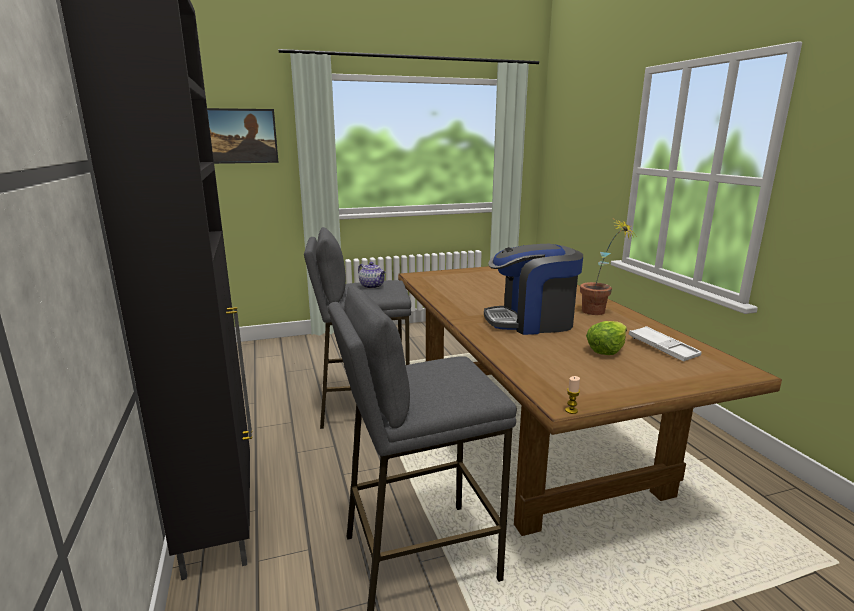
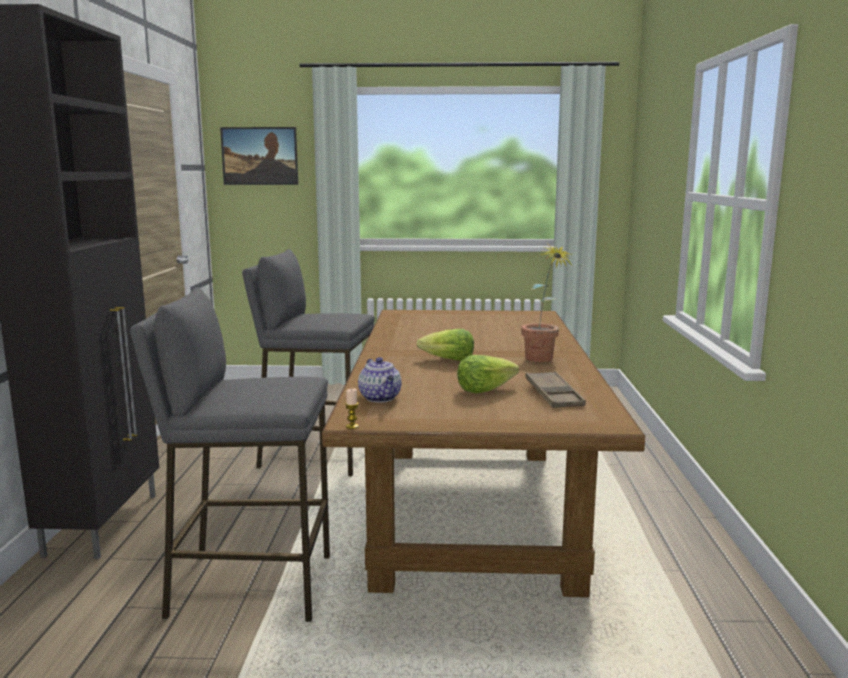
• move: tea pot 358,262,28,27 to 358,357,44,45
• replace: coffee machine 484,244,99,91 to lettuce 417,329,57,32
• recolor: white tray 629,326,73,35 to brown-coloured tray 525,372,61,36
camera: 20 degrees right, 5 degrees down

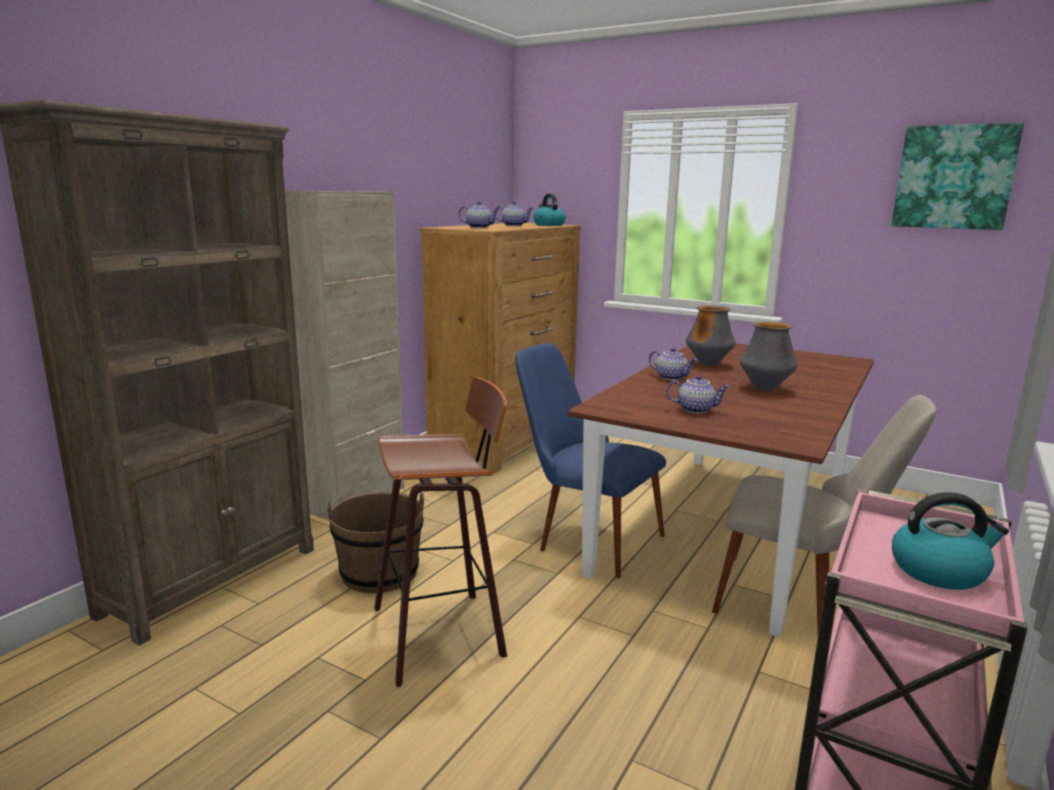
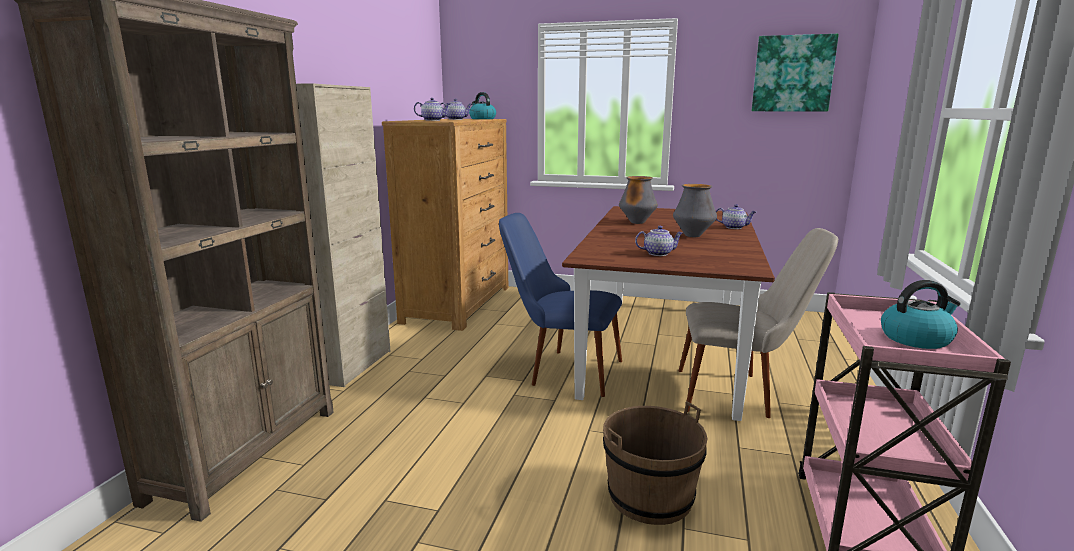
• move: brown-coloured pail 327,492,97,102 to 603,401,105,124
• move: tea pot 649,348,48,32 to 716,204,40,25
• delete: stool seat 375,377,132,310
camera: 15 degrees left, 0 degrees up

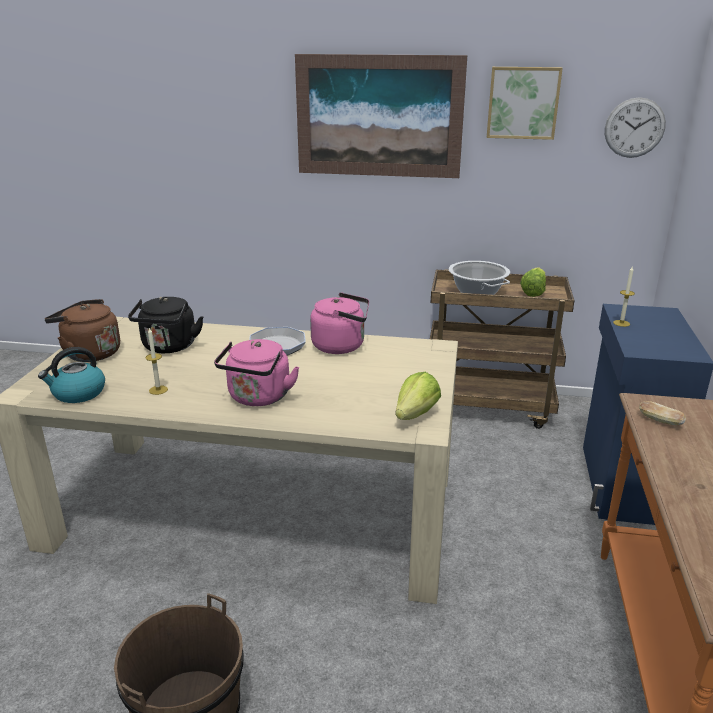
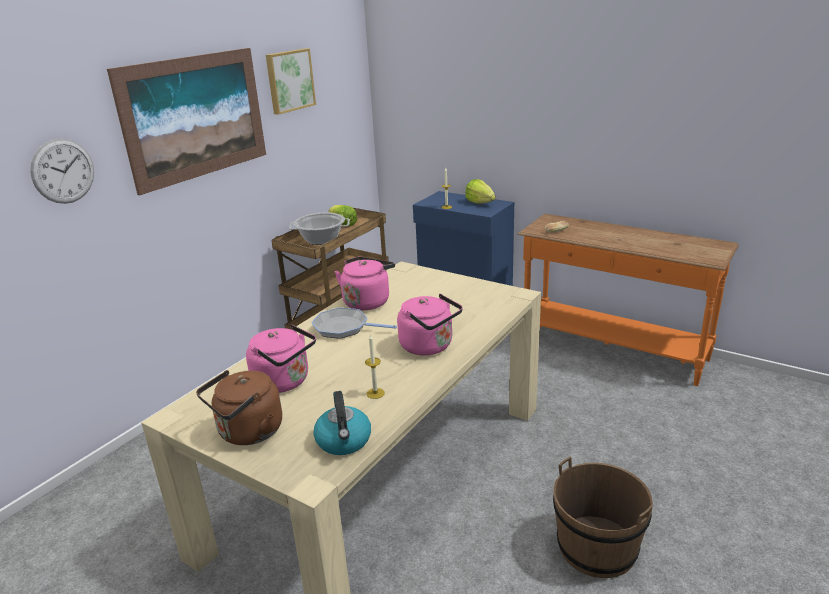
• move: clock on the wall 605,97,61,61 to 30,139,64,65
• recolor: black-coloured water kettle 128,297,75,56 to pinkish water kettle 246,324,70,69
• move: lettuce 395,372,46,48 to 465,179,30,25
camera: 65 degrees left, 0 degrees up

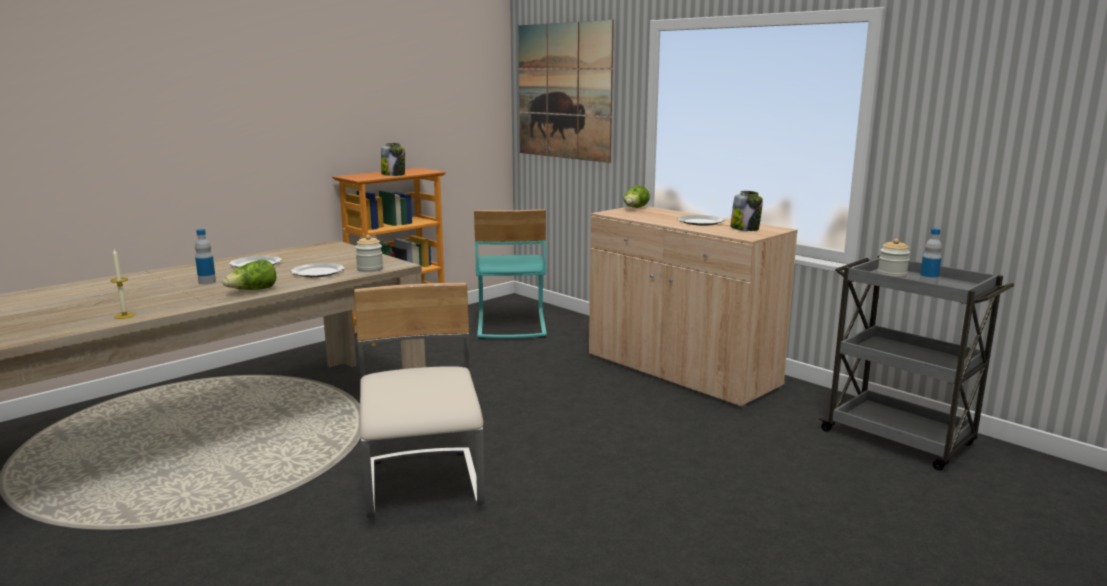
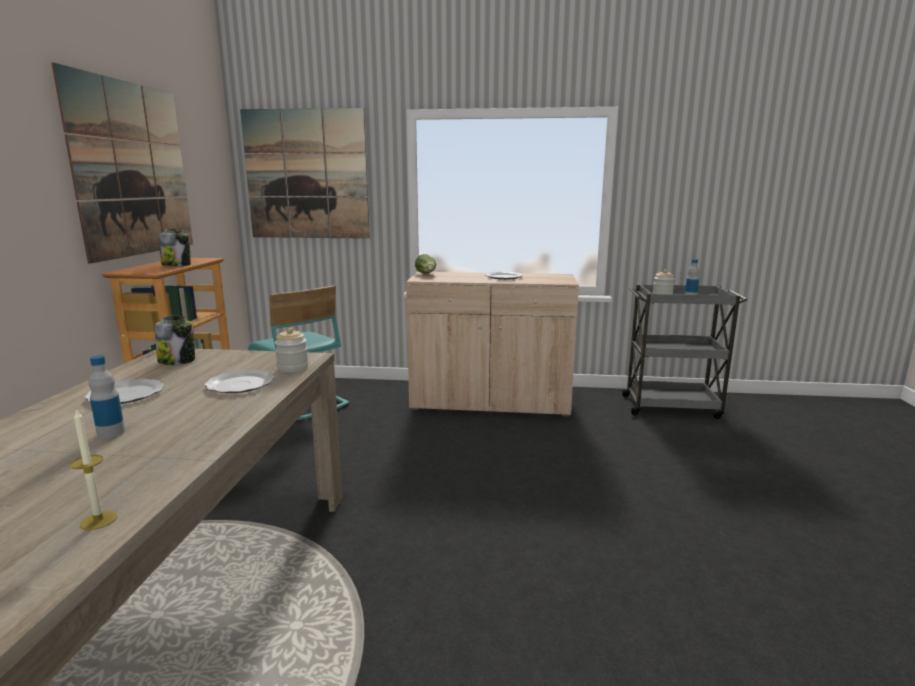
• insert: wall picture 51,62,142,202
• move: jar 730,191,33,40 to 155,316,40,49
• delete: lettuce 223,259,53,31
• delete: sand-coloured chair 354,283,131,236
camera: 40 degrees left, 0 degrees up

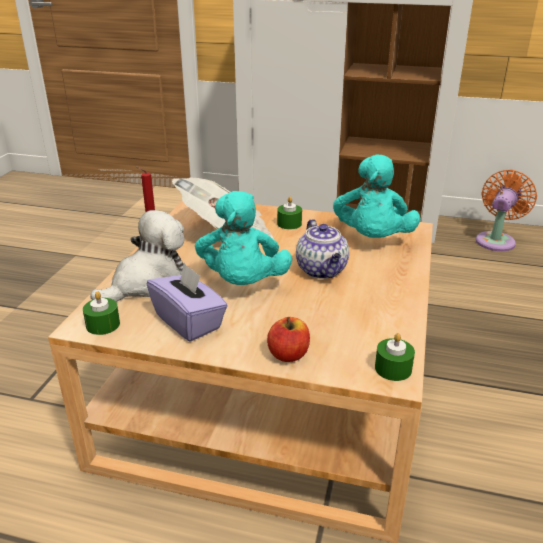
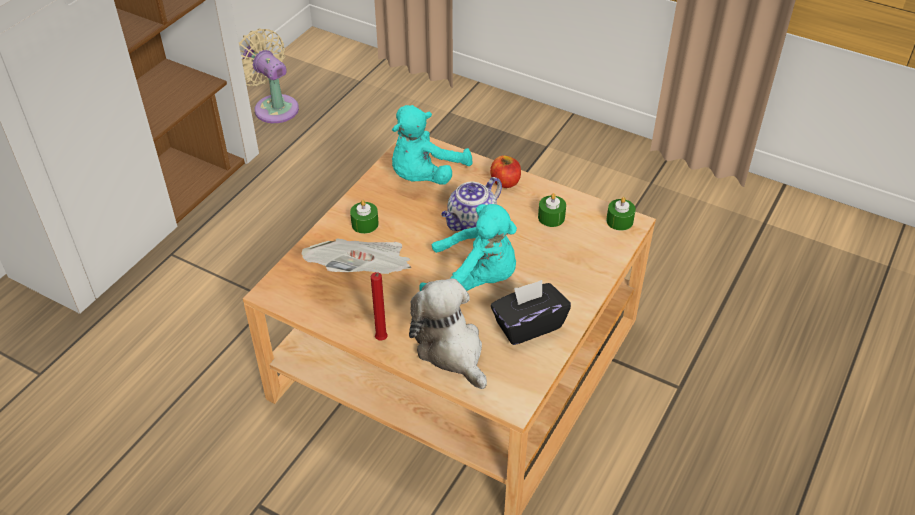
• recolor: orangey cooling fan 476,169,61,82 to sand-coloured cooling fan 239,29,60,94
• rotate: blue-green cuddly toy 333,155,87,83 = 392,105,80,80 105 degrees clockwise
• rotate: tea pot 296,219,53,60 = 441,177,61,54 135 degrees clockwise
• move: apple 267,317,43,45 to 490,155,31,33
• recolor: purple-coloured tissue box 147,263,81,79 to black-coloured tissue box 491,280,80,65
• move: green wax light 83,291,37,44 to 538,193,28,34
camera: 75 degrees left, 15 degrees up

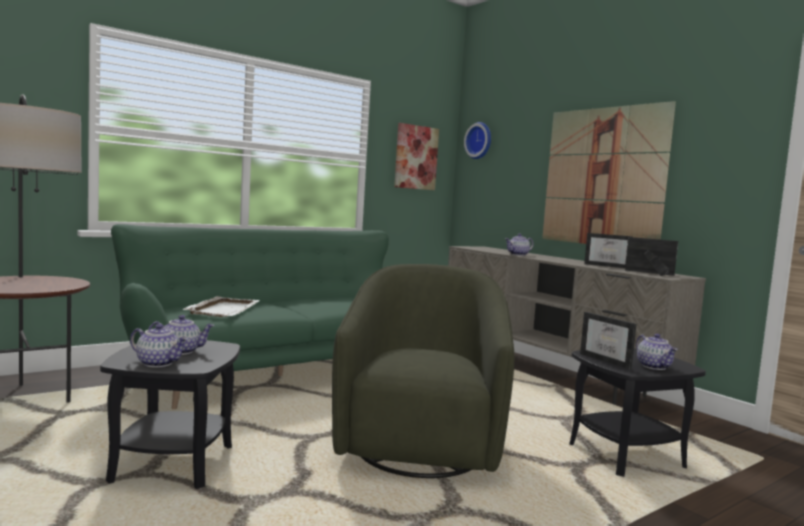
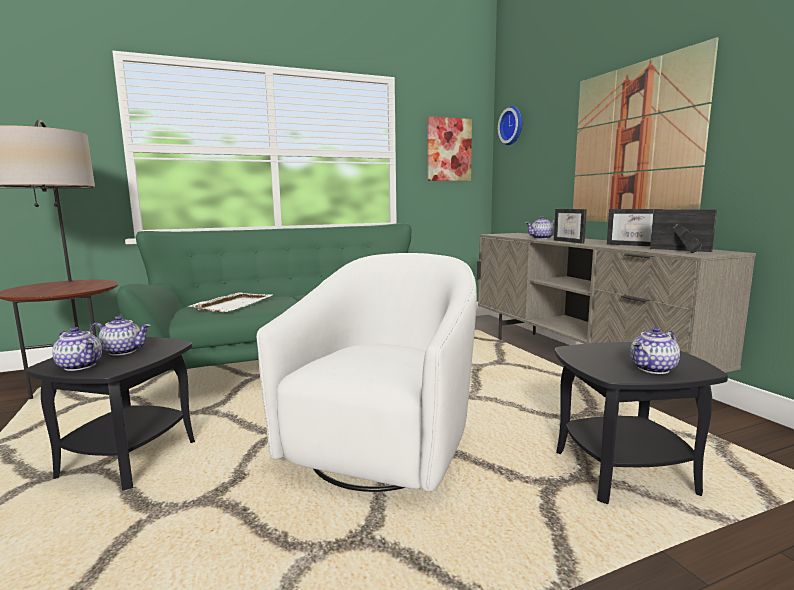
• recolor: green armchair 332,264,182,214 to white armchair 257,253,220,239
• move: standing frame 580,312,56,57 to 554,209,33,35
• rotate: tea pot 636,334,42,36 = 630,327,50,47 60 degrees clockwise
camera: 15 degrees right, 5 degrees up

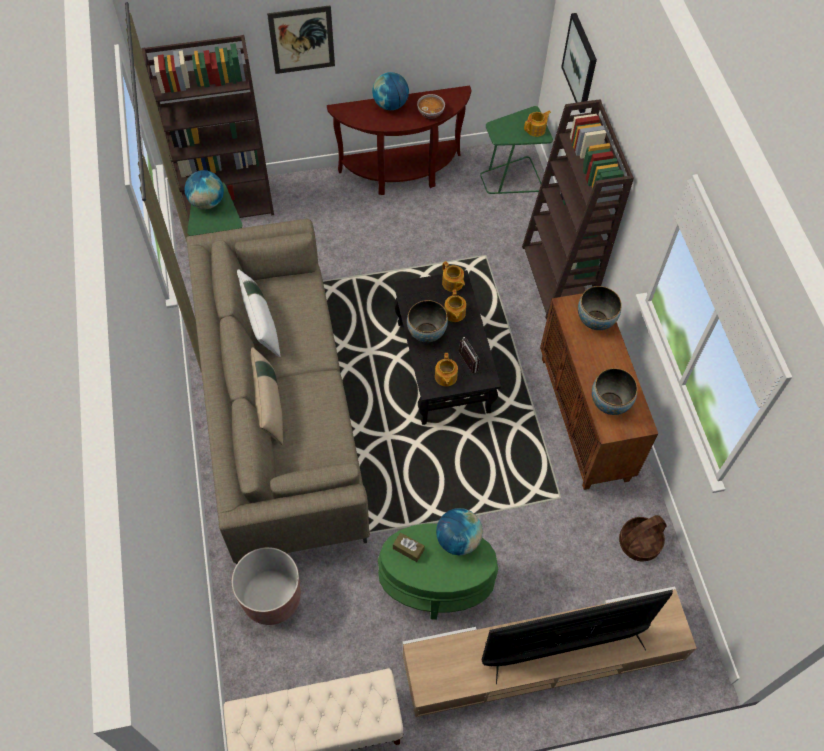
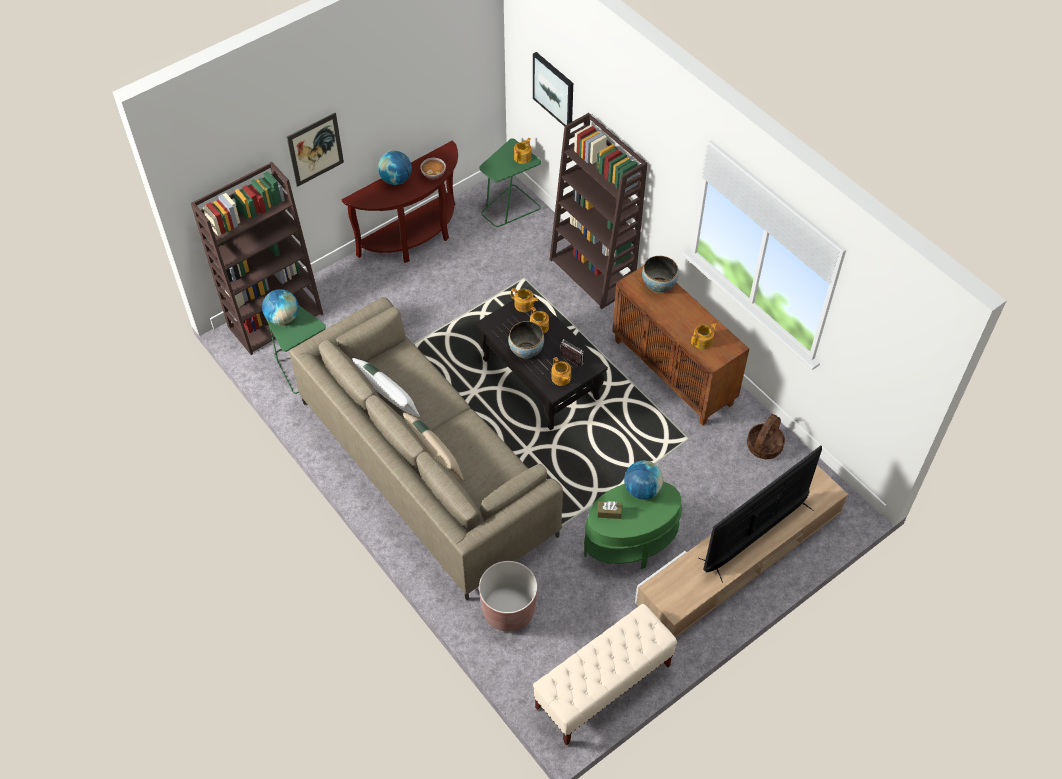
• replace: serving bowl 592,368,45,47 to tea pot 691,323,26,27
camera: 25 degrees left, 5 degrees down

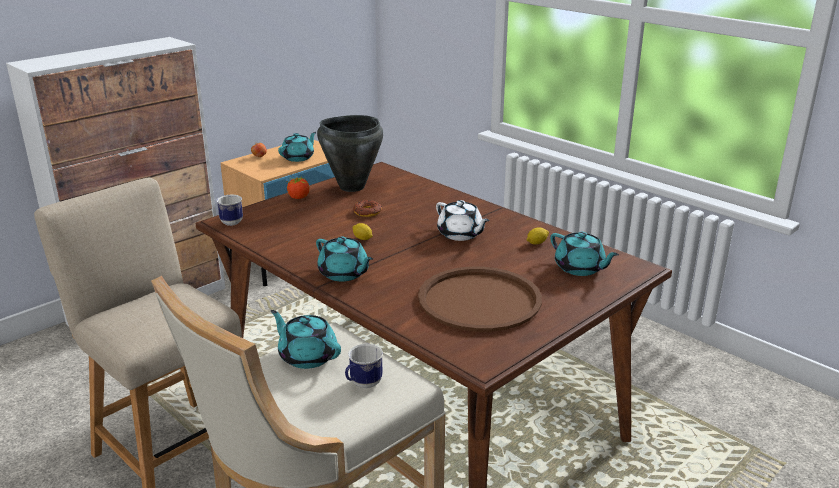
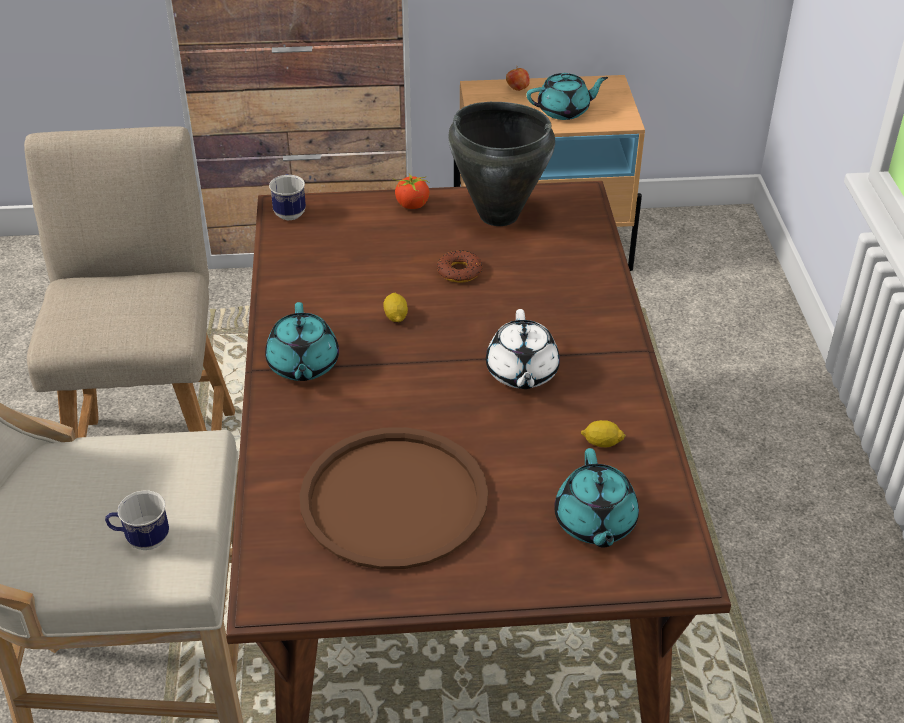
• delete: blue-green tea pot 271,310,70,59
camera: 40 degrees right, 15 degrees up

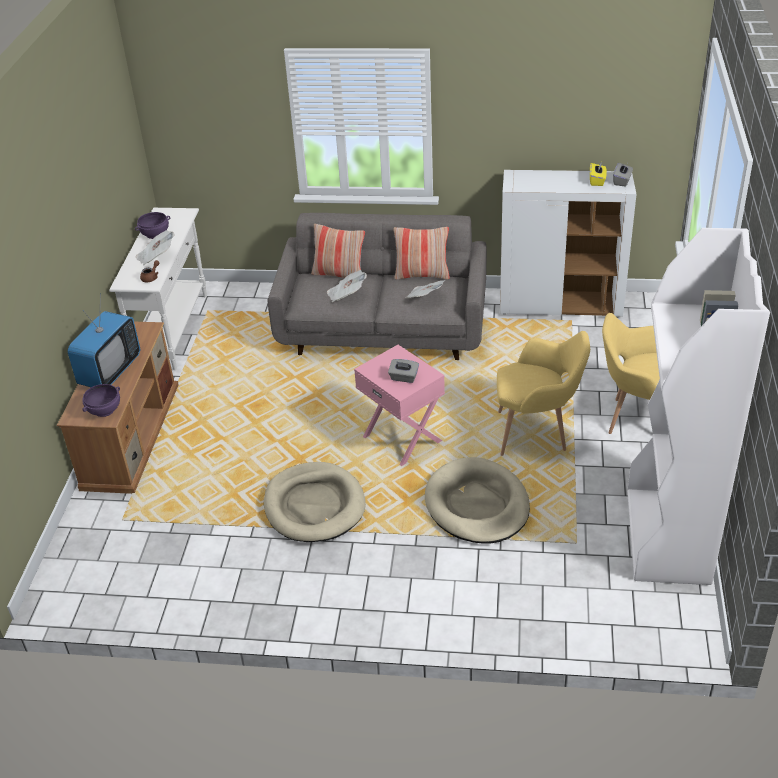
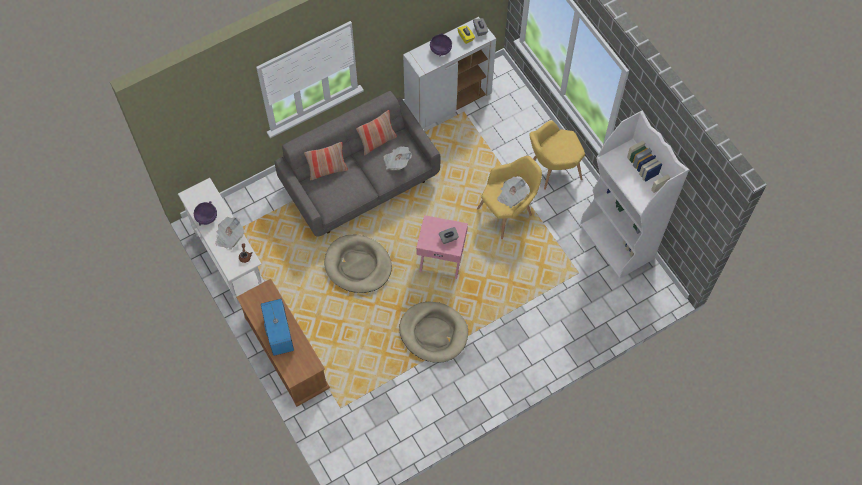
• move: sand-coloured pet bed 425,457,105,86 to 324,235,68,58
• move: purple-coloured serving bowl 82,384,38,33 to 430,33,22,23
• move: newspaper 327,270,40,32 to 497,177,31,31
camera: 40 degrees left, 25 degrees up

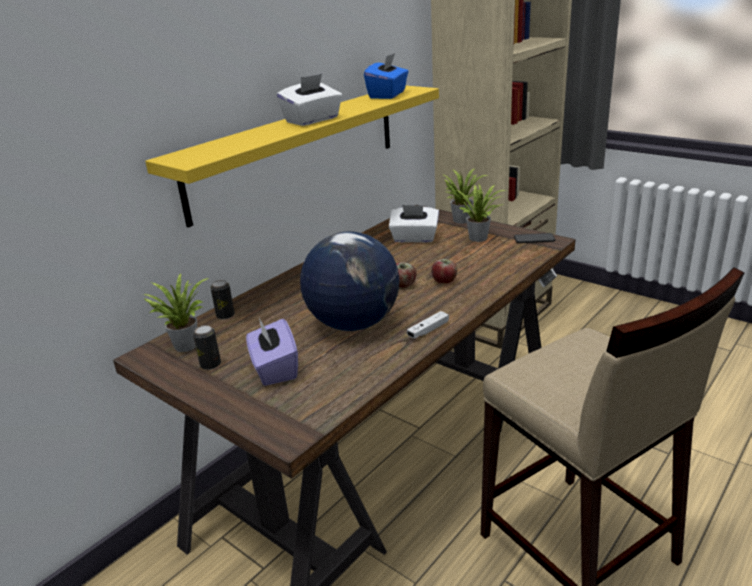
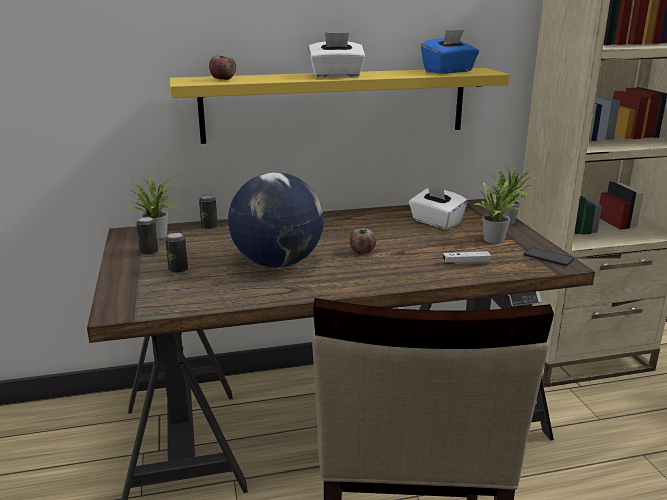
• replace: purple-coloured tissue box 246,318,52,68 to sealed can 165,232,23,42
• move: apple 432,259,25,24 to 209,56,27,24
• move: white gamepad 407,311,42,28 to 443,251,48,13
camera: 35 degrees right, 5 degrees down

